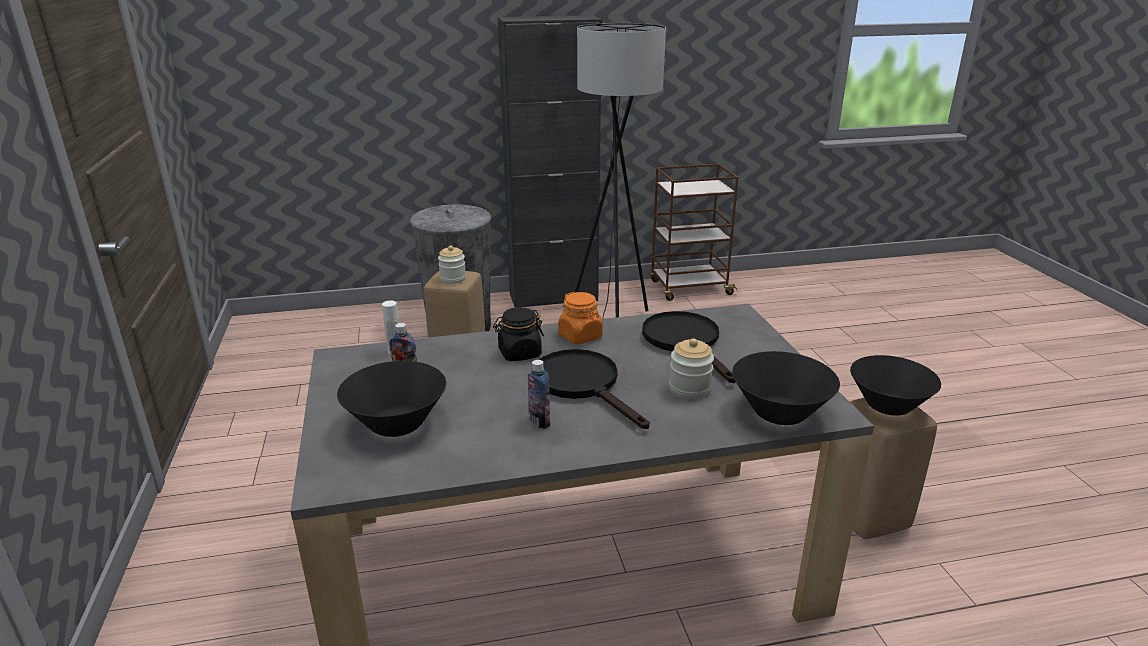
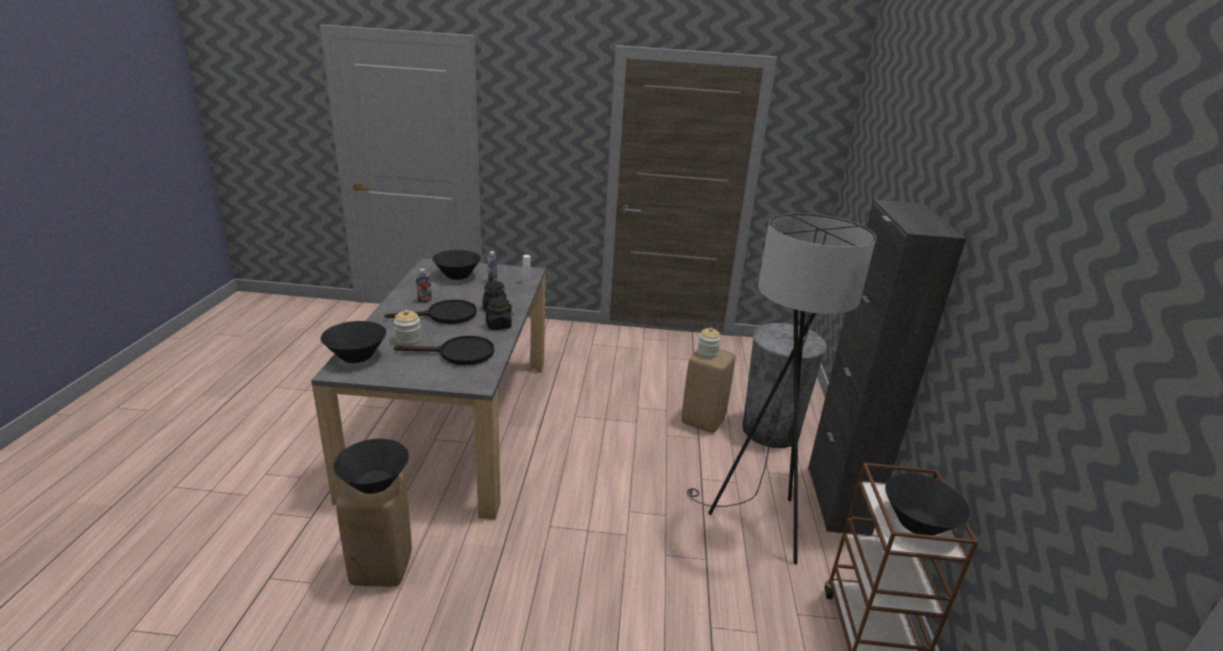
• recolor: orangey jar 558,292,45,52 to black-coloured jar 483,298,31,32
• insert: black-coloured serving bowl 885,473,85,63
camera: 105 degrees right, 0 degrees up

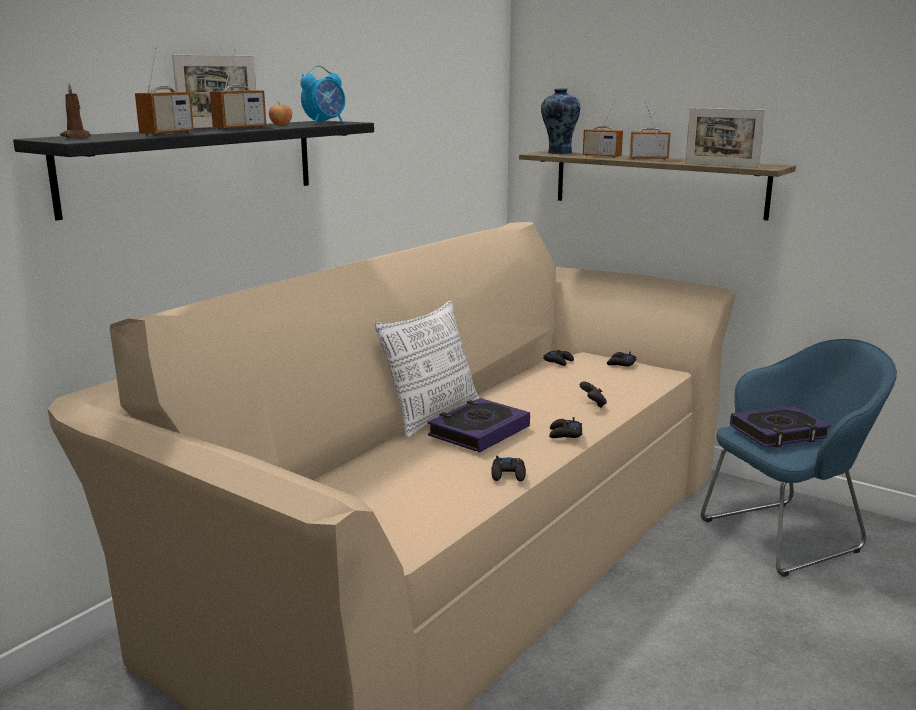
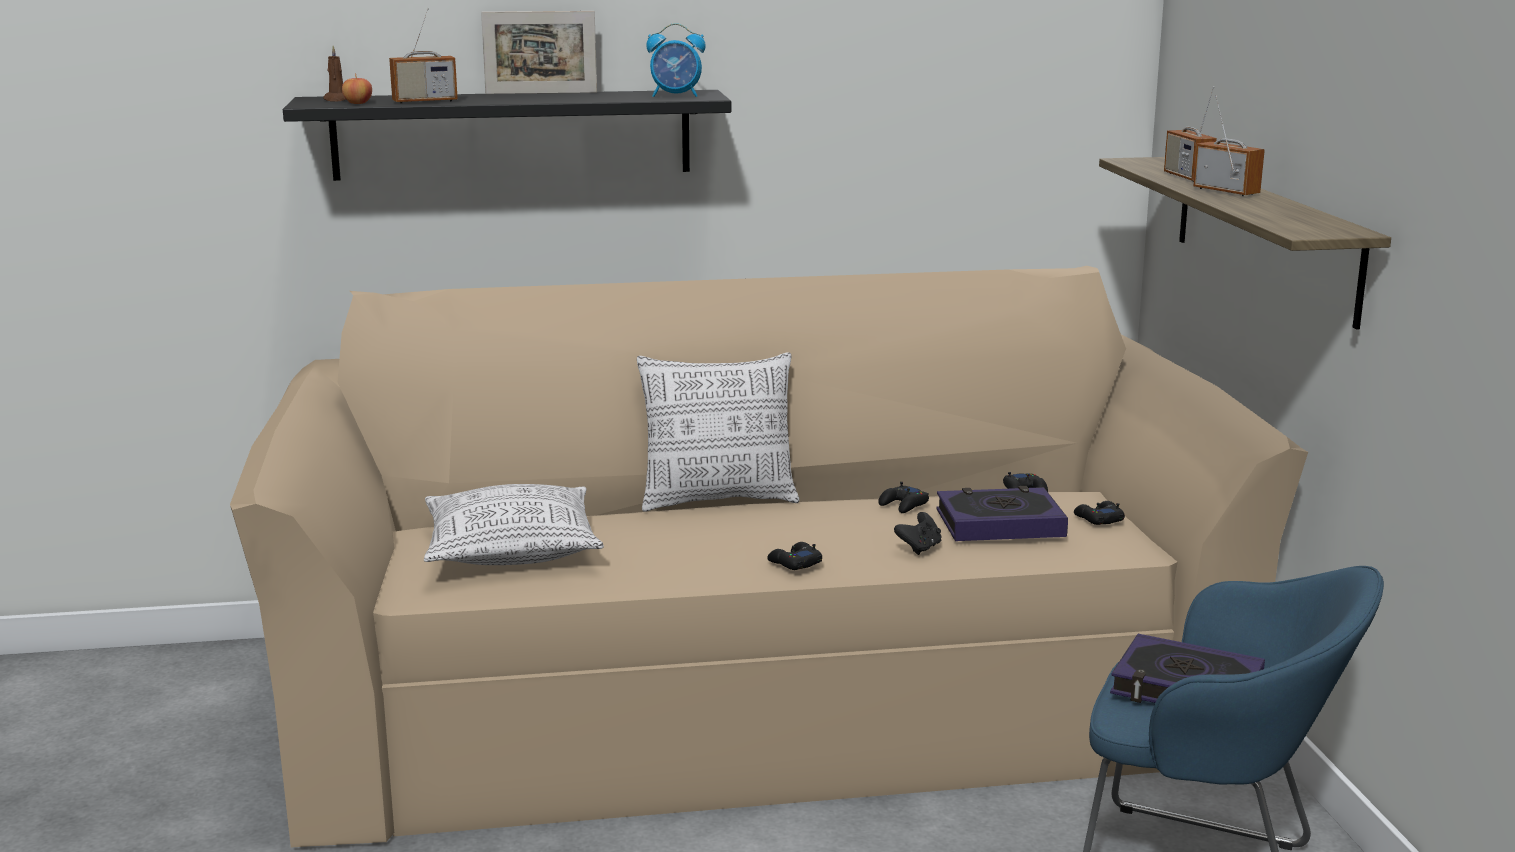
• move: apple 269,102,23,23 to 342,74,30,30
• insert: cushion 424,484,180,81
• move: black-coloured gamepad 491,456,35,26 to 878,482,51,31
• move: book 428,398,102,55 to 936,486,132,55
• delete: radio receiver 210,49,56,81
• delete: decorative vase 541,88,39,66
• delete: standing frame 685,108,81,60
camera: 45 degrees right, 0 degrees up

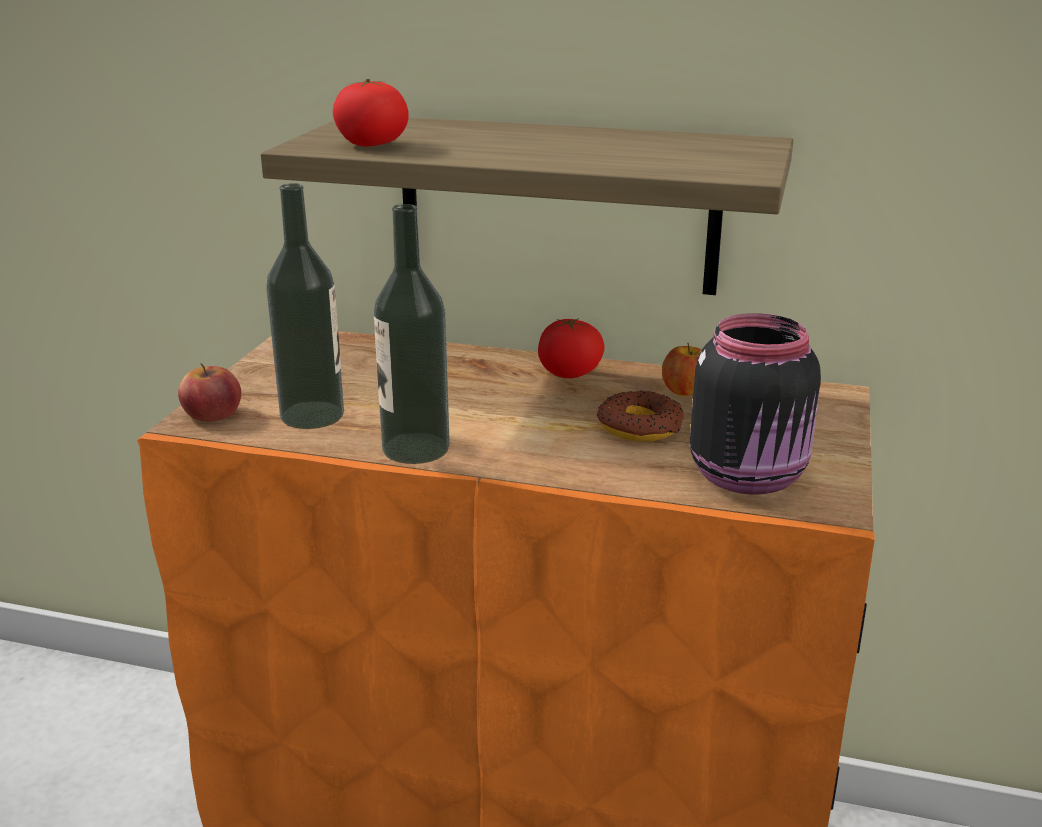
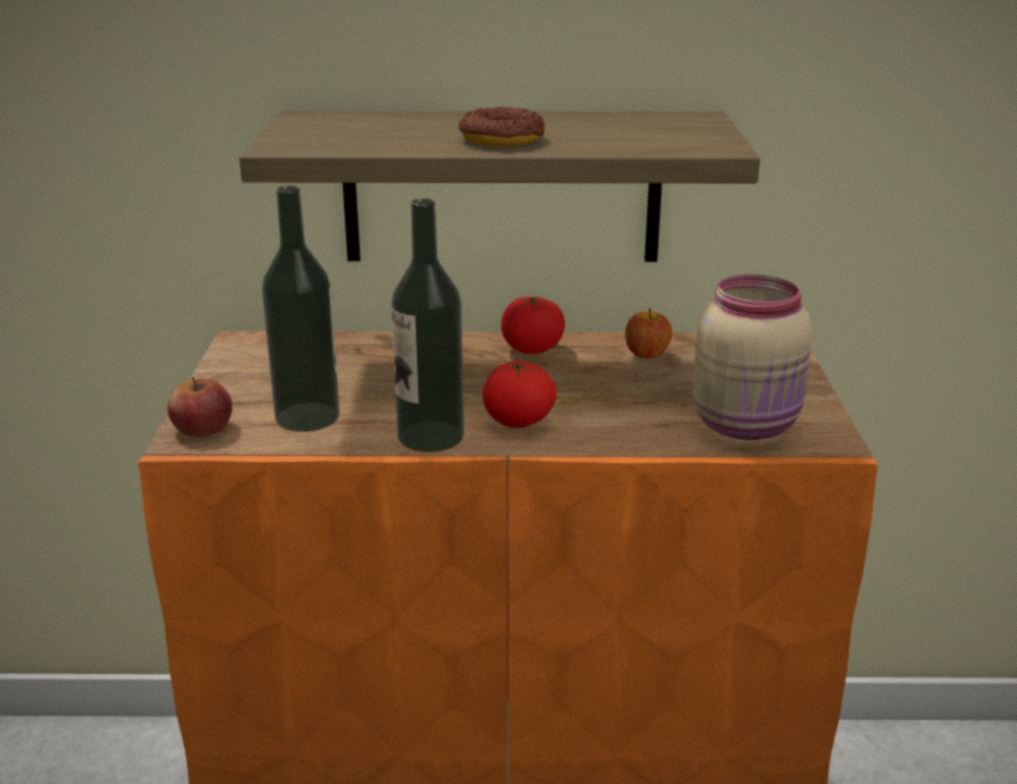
• move: ring doughnut 597,391,87,50 to 459,107,86,40
• move: fresh tomato 333,79,76,68 to 483,361,74,67
• recolor: black-coloured jar 690,313,131,182 to sand-coloured jar 692,274,120,166
camera: 15 degrees left, 0 degrees up

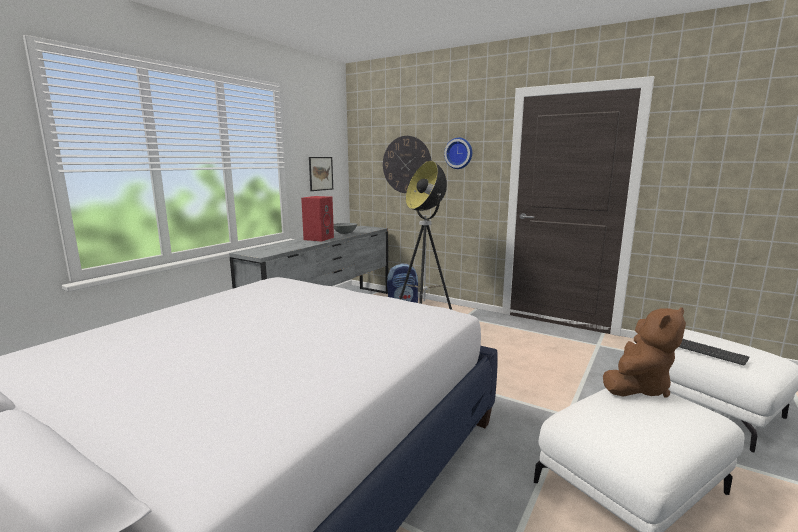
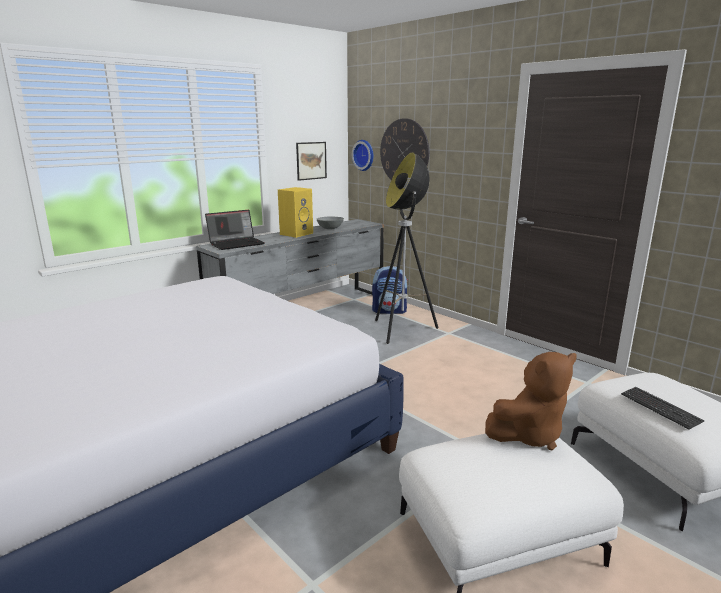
• insert: laptop 205,210,60,40
• recolor: reddish speaker 301,196,33,46 to yellow-coloured speaker 278,187,35,51
• move: clock on the wall 444,138,28,31 to 352,140,21,31
camera: 15 degrees right, 5 degrees up

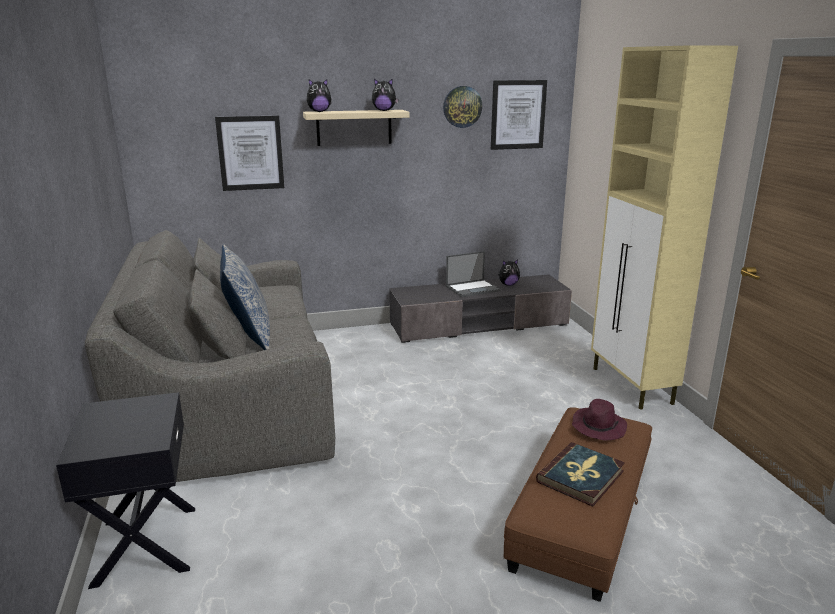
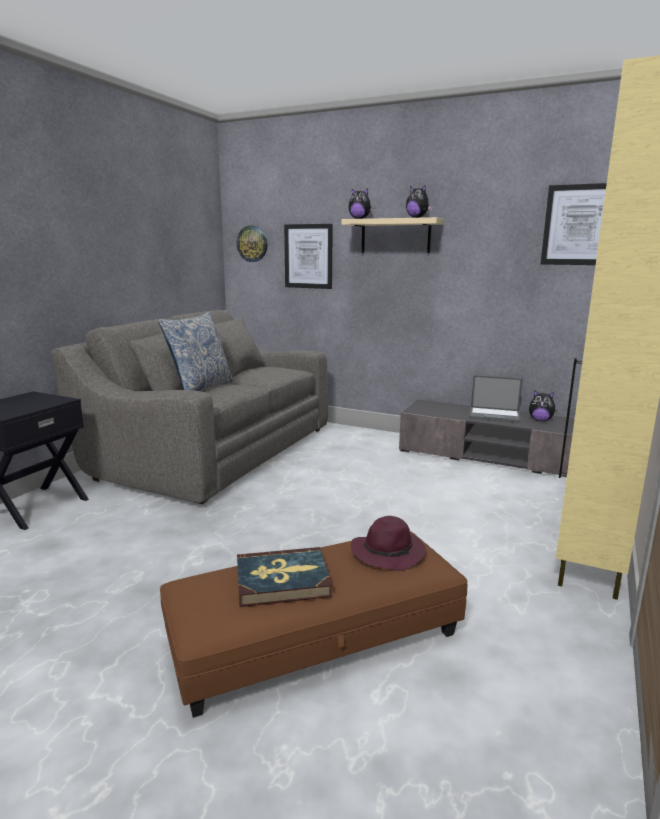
• move: clock on the wall 443,86,39,42 to 236,226,32,36
camera: 40 degrees right, 5 degrees down

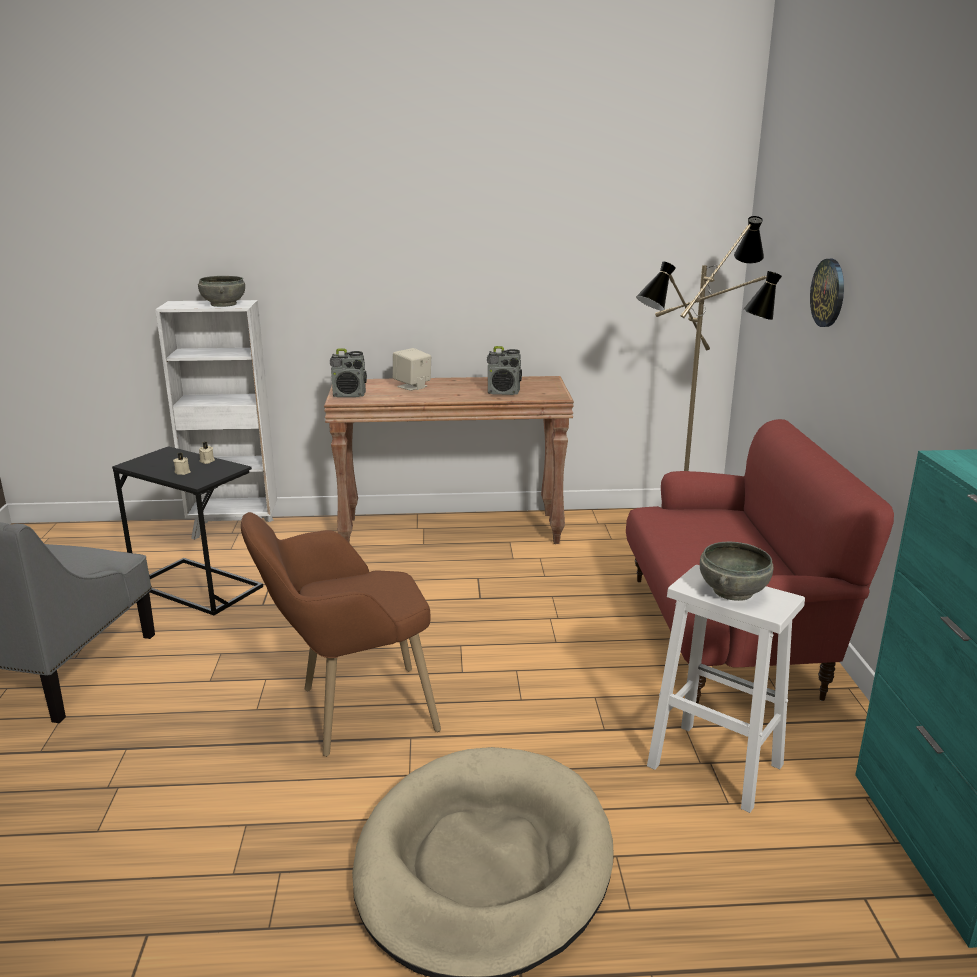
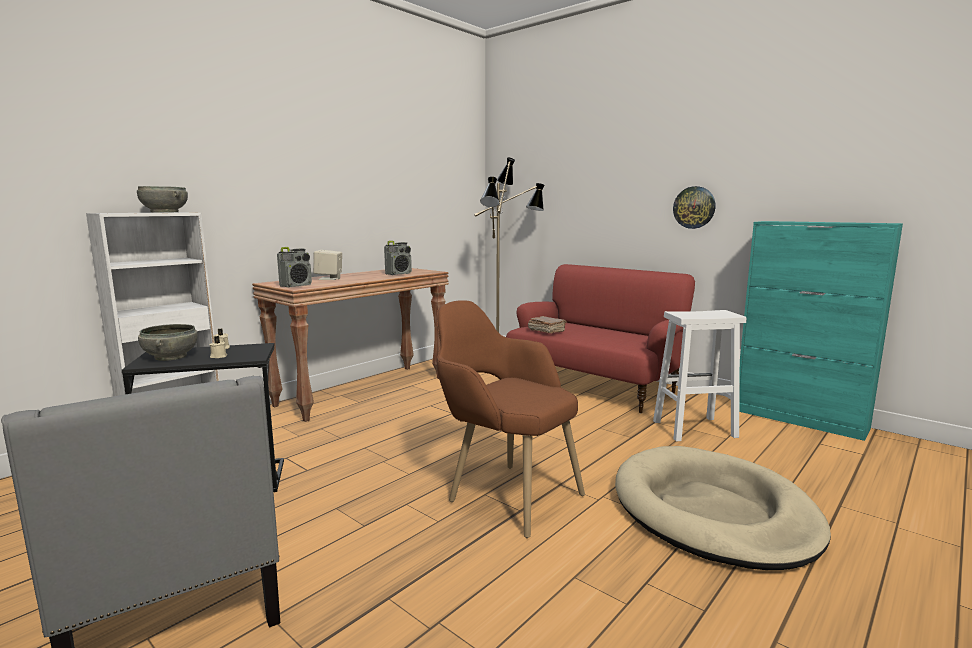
• move: gray serving bowl 700,542,74,59 to 138,324,60,37
• rotate: brown-coloured armchair 241,512,200,245 = 437,300,148,238 105 degrees clockwise
• insert: brown-coloured book 528,316,39,18
• move: clock on the wall 810,259,34,68 to 673,186,42,43
camera: 45 degrees left, 10 degrees down

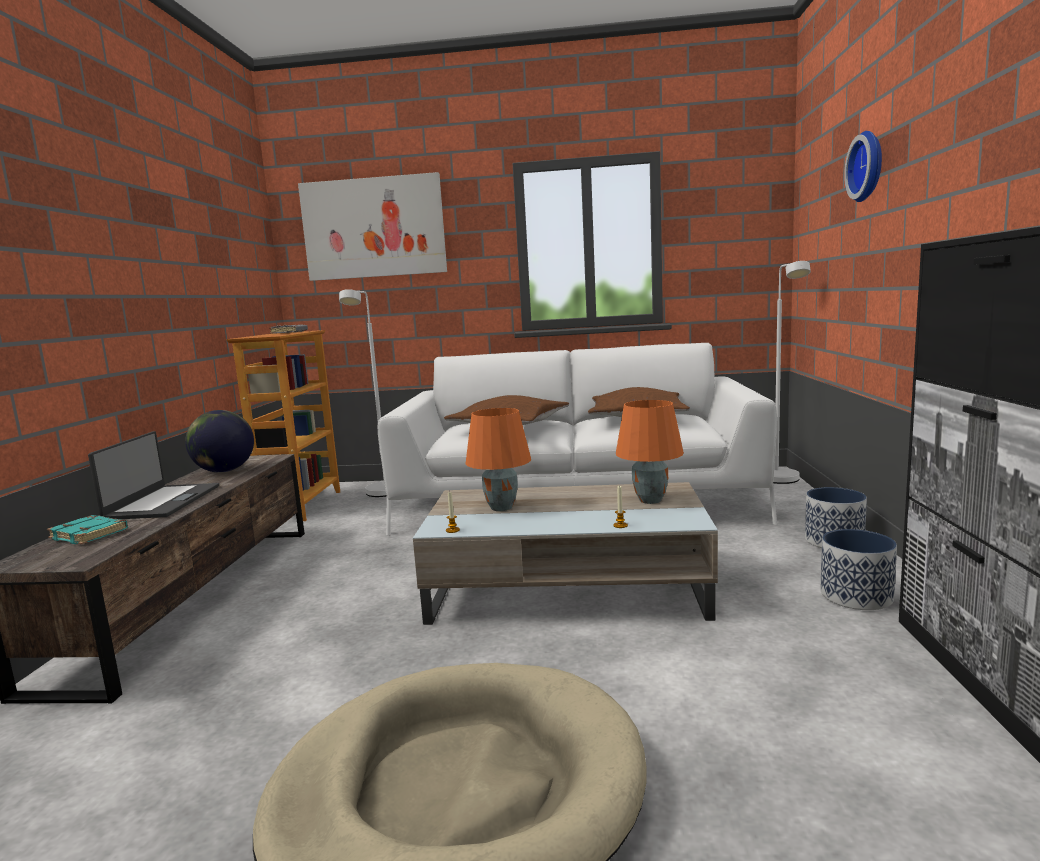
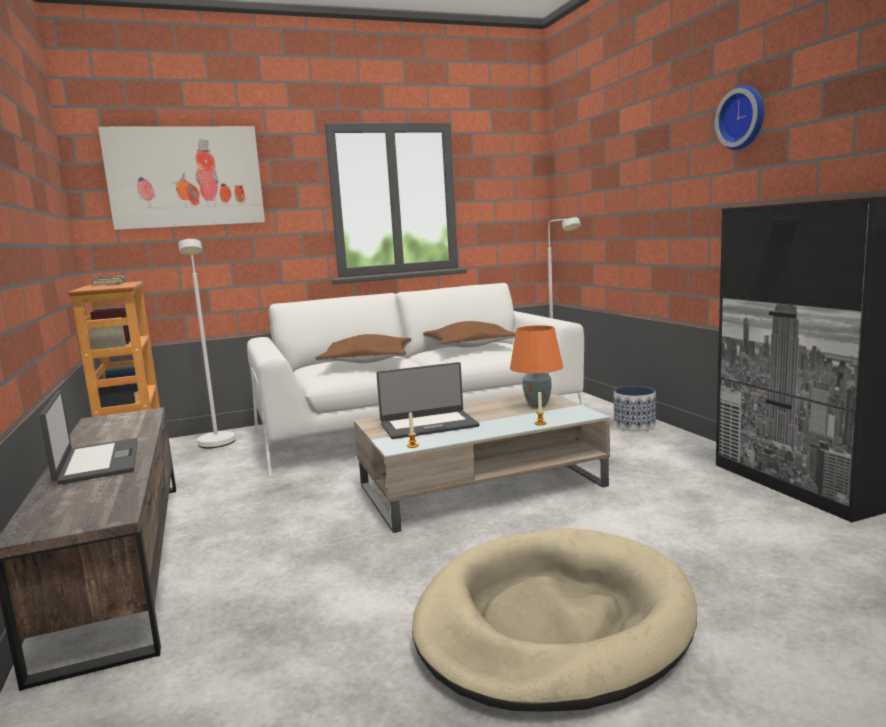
• replace: orangey lamp for a table 466,408,65,103 to laptop 376,362,103,77
• move: clock on the wall 844,131,38,71 to 715,85,49,65
• delete: blue-green book 47,515,81,29
• delete: desk globe 185,410,69,63
• delete: flower pot 821,529,76,81
camera: 25 degrees left, 0 degrees up

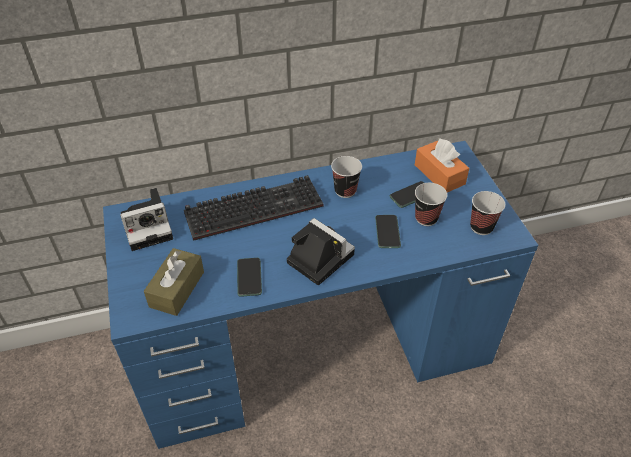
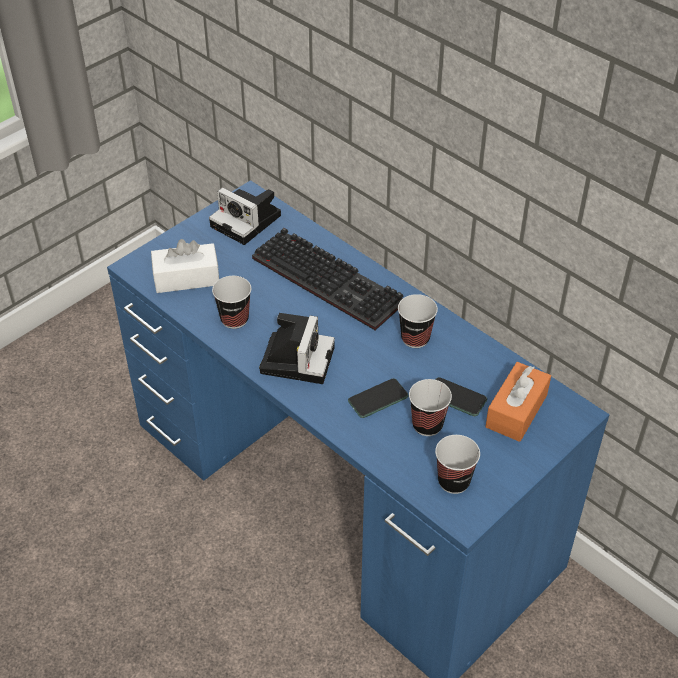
• recolor: brown-coloured tissue box 144,248,60,68 to white tissue box 151,239,68,54
• replace: telephone 237,258,25,39 to small cup 212,276,39,53
camera: 60 degrees right, 0 degrees up

